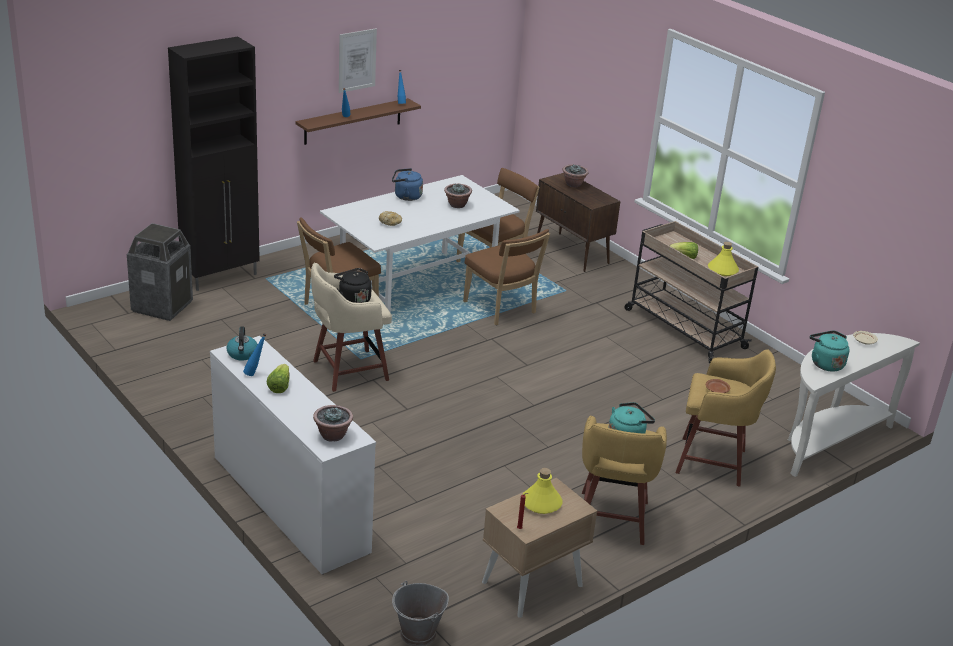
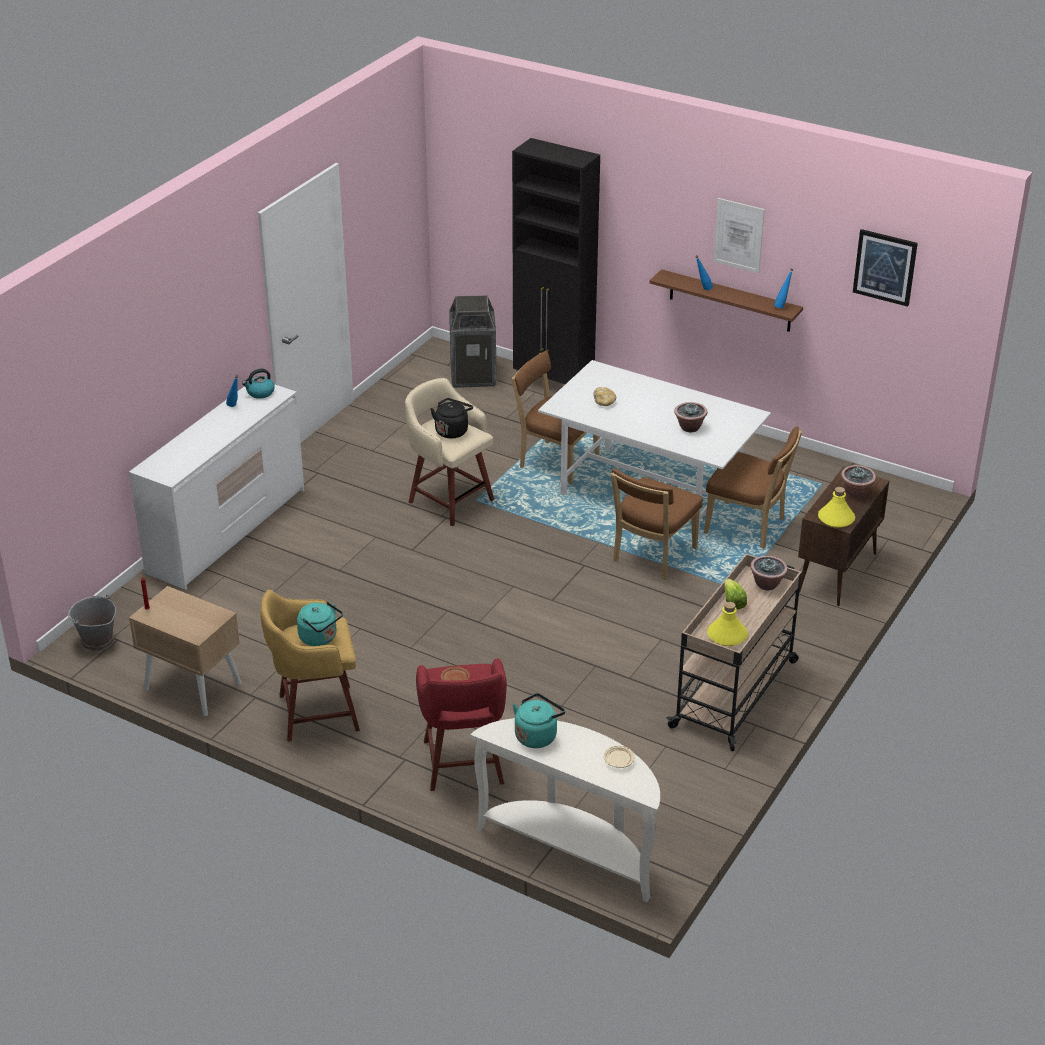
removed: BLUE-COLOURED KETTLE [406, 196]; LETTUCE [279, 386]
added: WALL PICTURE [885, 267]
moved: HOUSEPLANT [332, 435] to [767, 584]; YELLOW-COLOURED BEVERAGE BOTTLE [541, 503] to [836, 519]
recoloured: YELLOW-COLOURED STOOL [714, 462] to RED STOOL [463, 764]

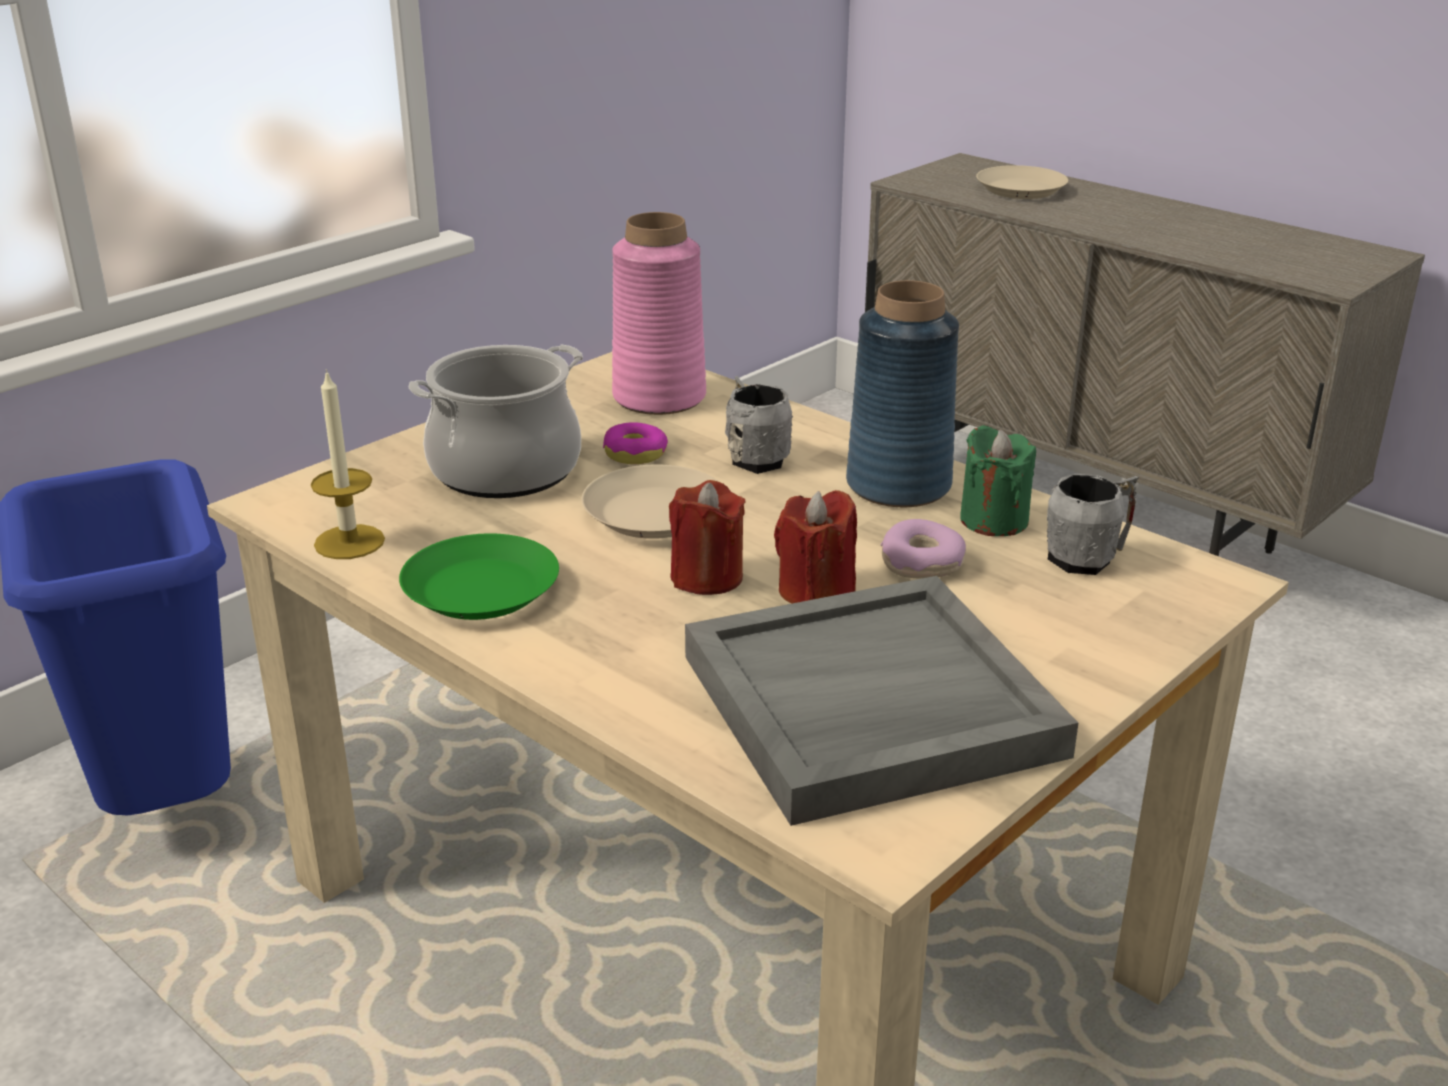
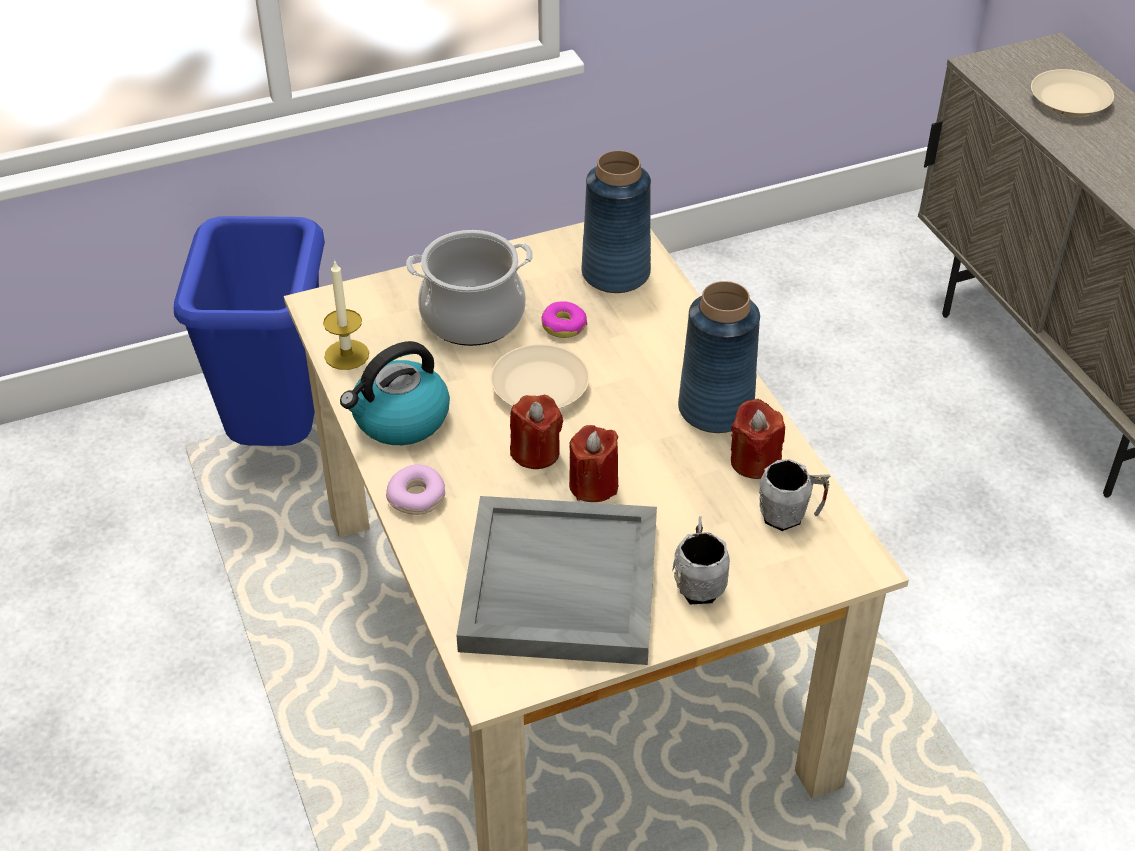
moved: GREY TEA MUG [754, 457] to [699, 582]; DOUGHNUT [922, 563] to [417, 497]
replaced: GREENISH FLAT DISH [483, 589] to KETTLE [400, 420]
recoloured: PINK-COLOURED FLOWER VASE [658, 397] to BLUE-COLOURED FLOWER VASE [615, 273]; GREENISH CANDLE [994, 520] to RED CANDLE [754, 461]

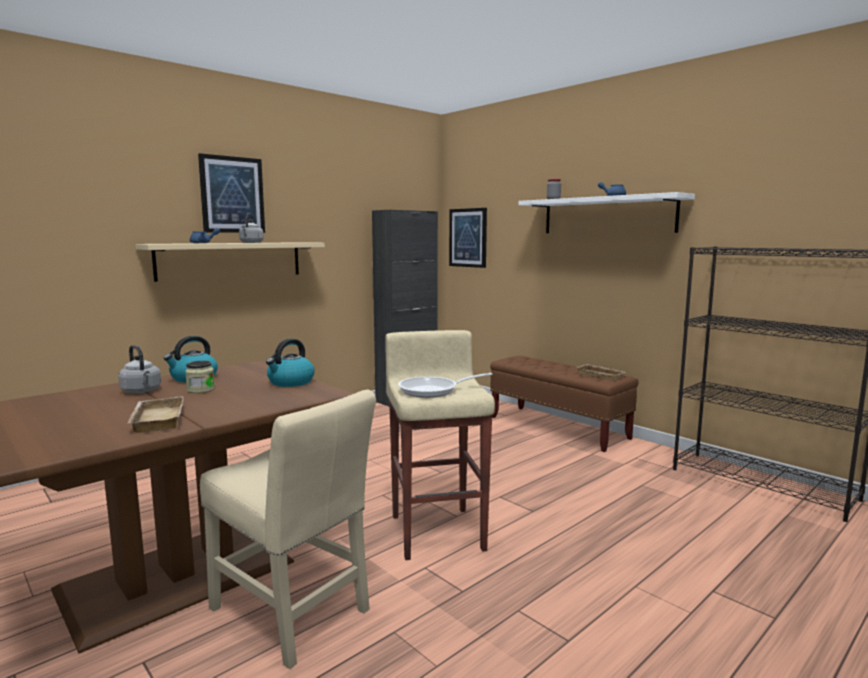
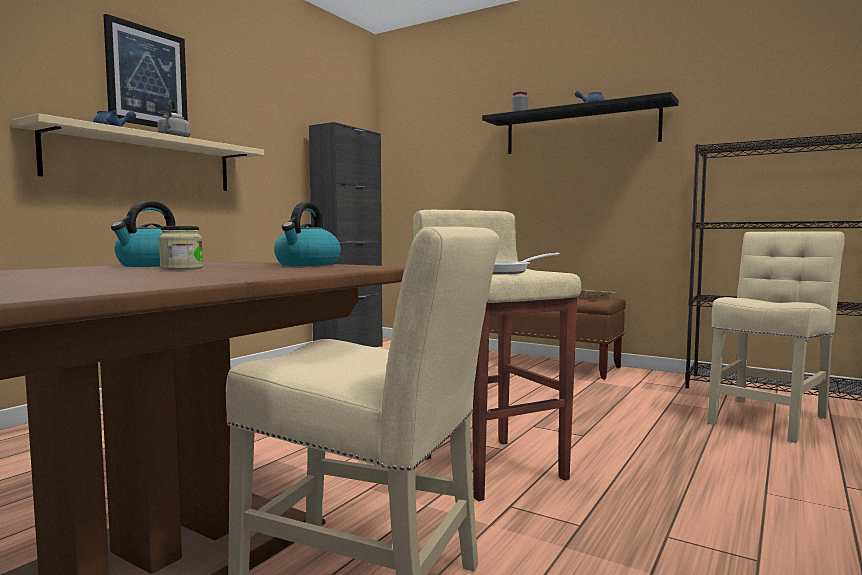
removed: WALL PICTURE [468, 237]; GREY KETTLE [142, 391]; SAND-COLOURED TRAY [155, 419]
added: SAND-COLOURED UPRIGHT CHAIR [768, 418]
recoloured: WHITISH BRACKET SHELF [607, 215] to BLACK-COLOURED BRACKET SHELF [580, 130]

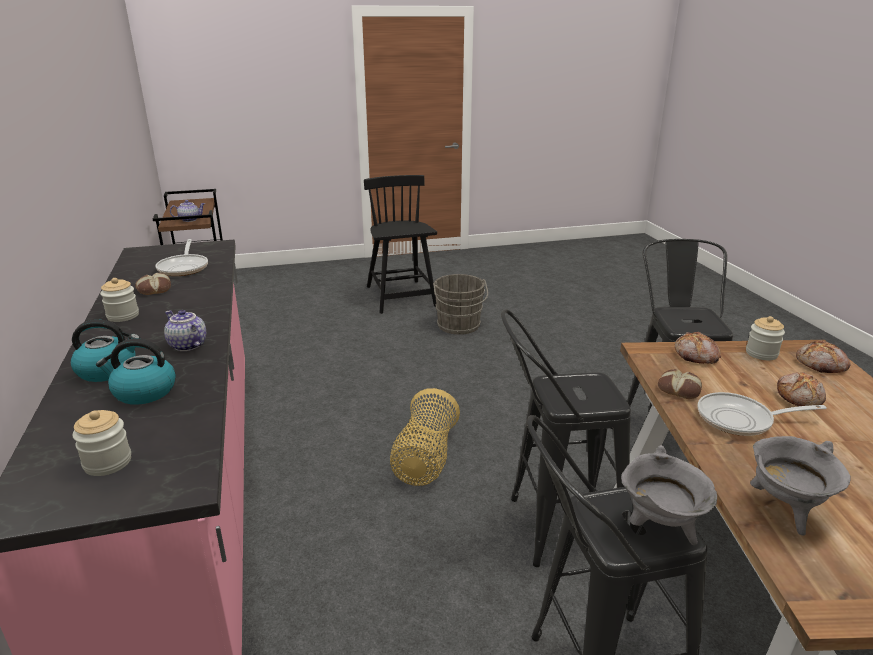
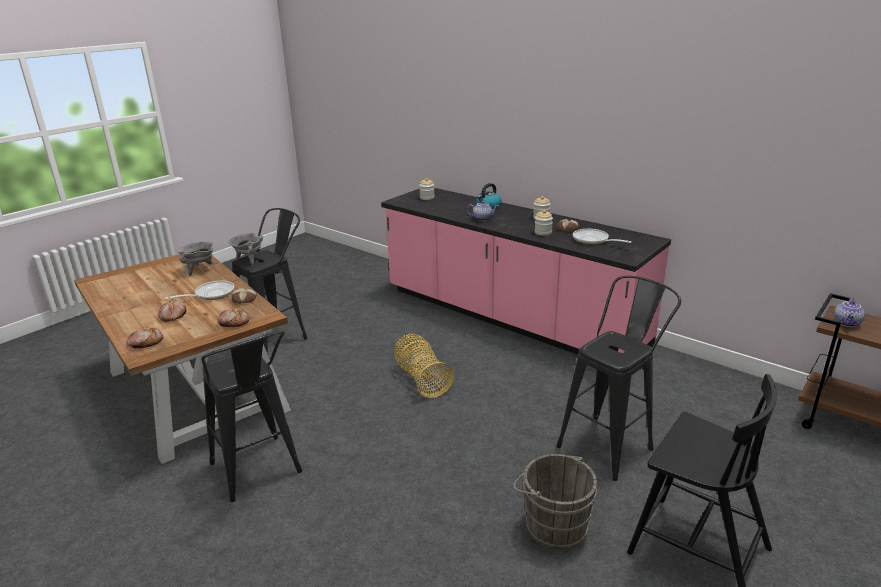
removed: KETTLE [143, 392]
moved: BLACK-COLOURED STOOL [551, 527] to [611, 444]; JAR [761, 353] to [543, 232]

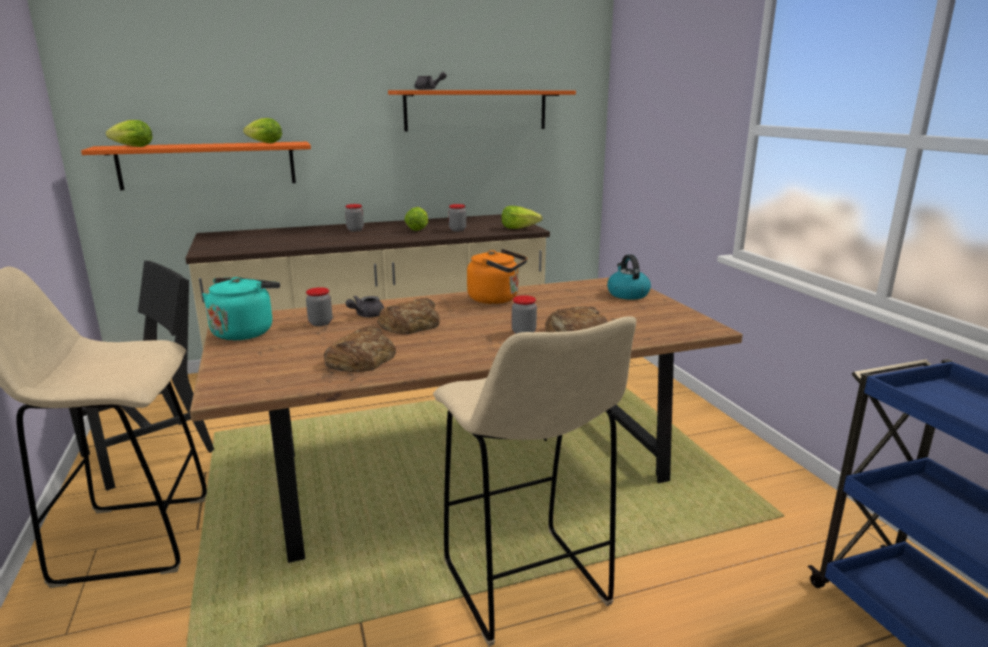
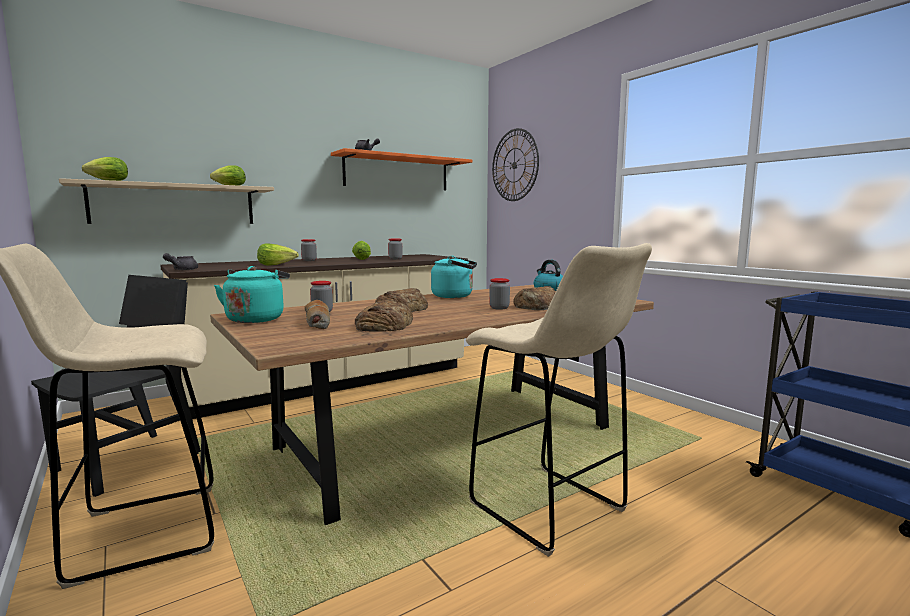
added: WALL CLOCK [514, 165]; BREAD [317, 322]
moved: LETTUCE [519, 228] to [276, 265]; GREY TEAPOT [366, 315] to [182, 270]
recoloured: ORANGE-COLOURED BRACKET SHELF [208, 165] to SAND-COLOURED BRACKET SHELF [175, 204]; ORANGE-COLOURED KETTLE [496, 299] to TURQUOISE KETTLE [455, 296]

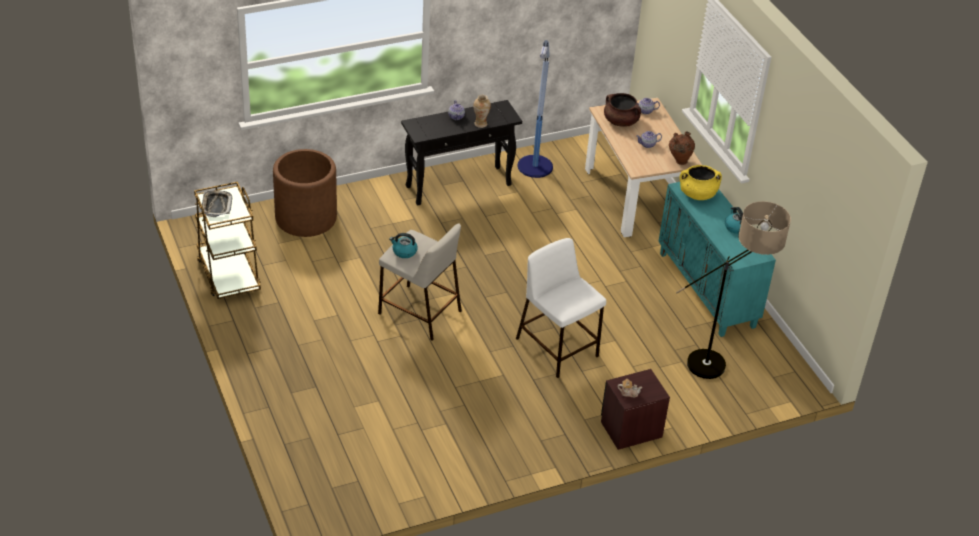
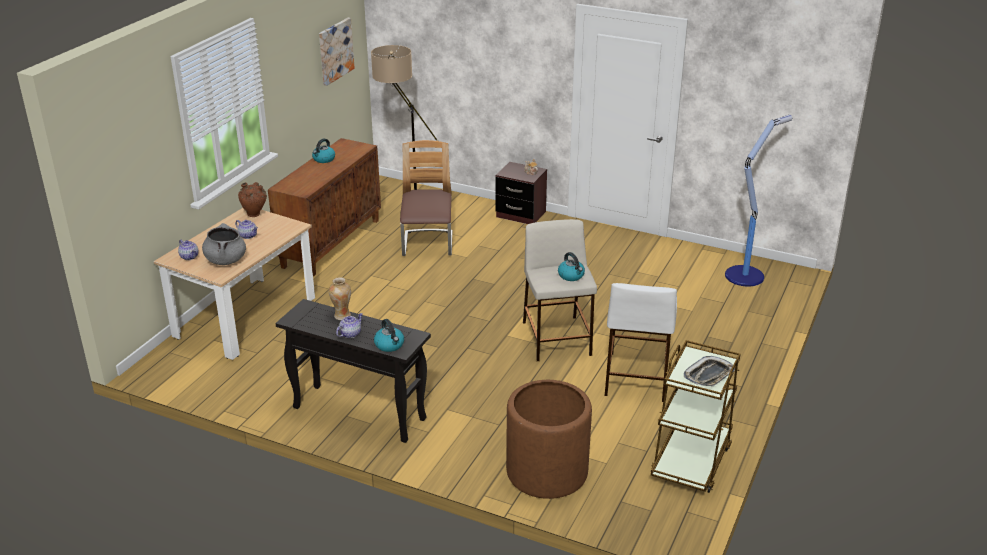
removed: YELLOW-COLOURED COOKING POT [697, 194]
added: WALL PICTURE [335, 51]; UPRIGHT CHAIR [427, 245]; KETTLE [389, 345]
moved: STANDING LAMP [535, 167] to [745, 275]; WHITISH STOOL [558, 348] to [636, 376]
recoloured: BROWN COOKING POT [621, 121] to GREY COOKING POT [225, 260]; TURQUOISE STORAGE CABINET [707, 290] to BROWN STORAGE CABINET [331, 243]

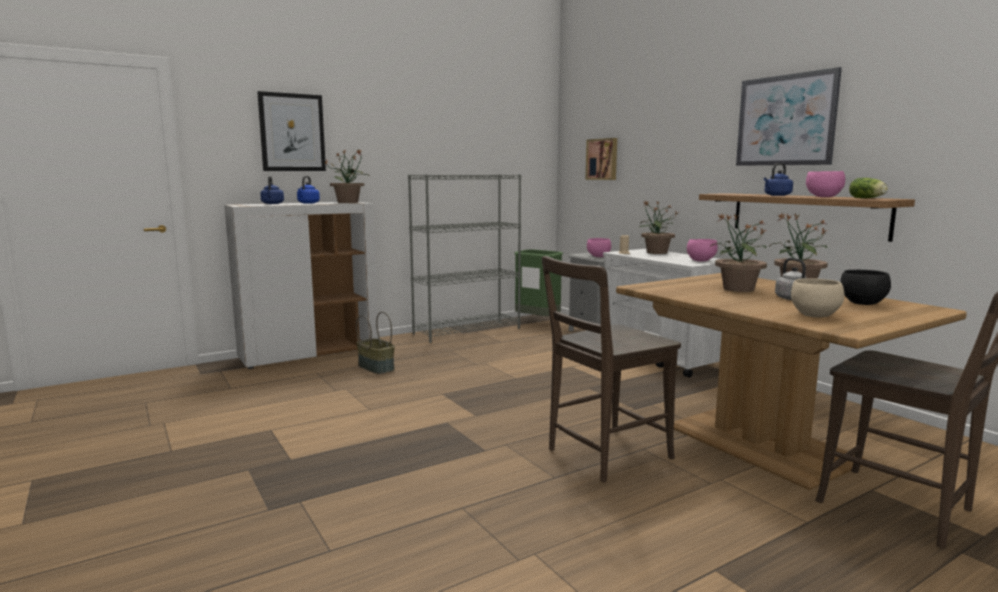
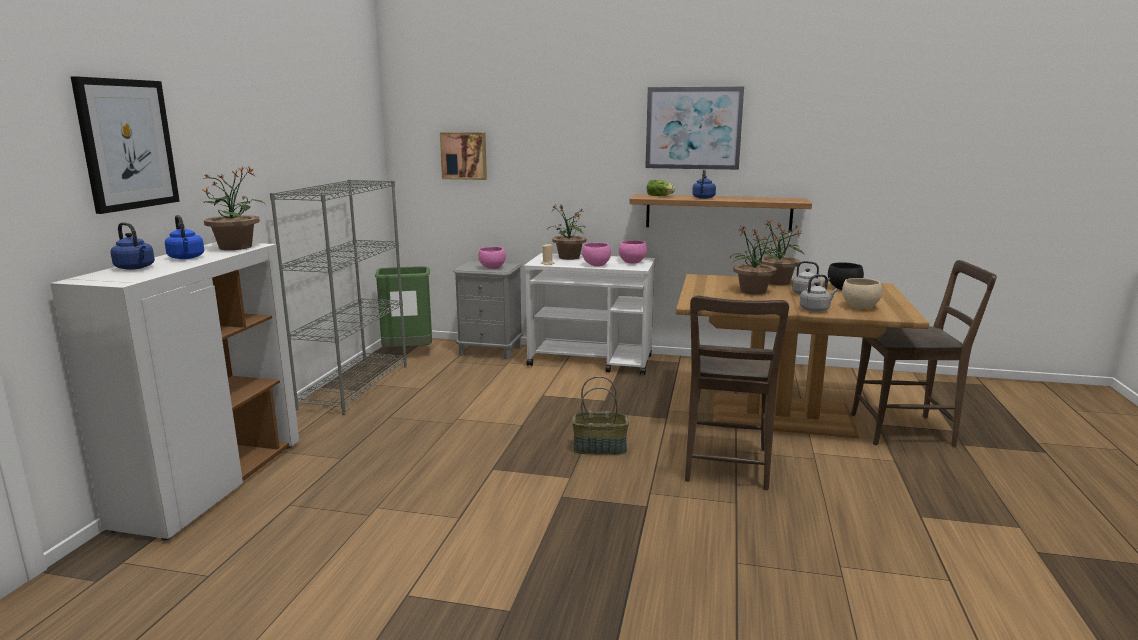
added: GREY KETTLE [816, 309]
moved: PINK-COLOURED BOWL [823, 197] to [596, 265]; LETTUCE [868, 198] to [660, 196]; STORAGE BASKET [377, 368] to [600, 447]

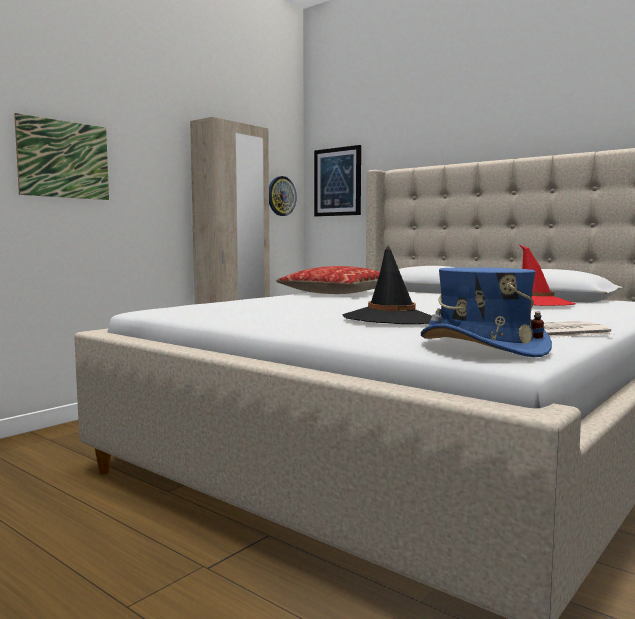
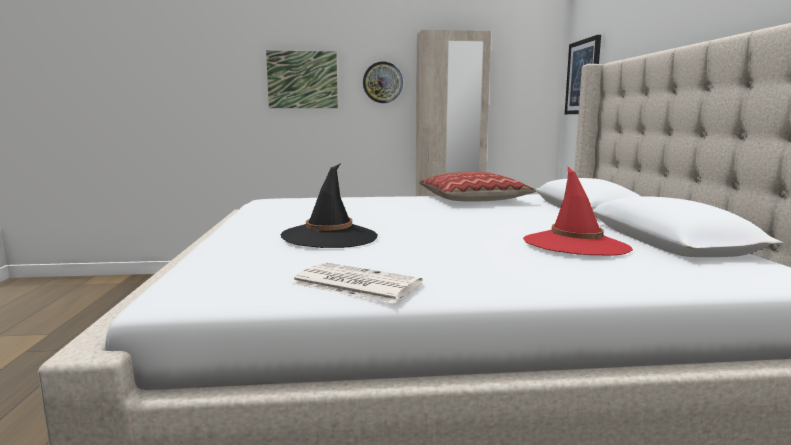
removed: BLUE-COLOURED CLOTHING HAT [482, 346]
moved: WALL CLOCK [281, 196] to [382, 82]

